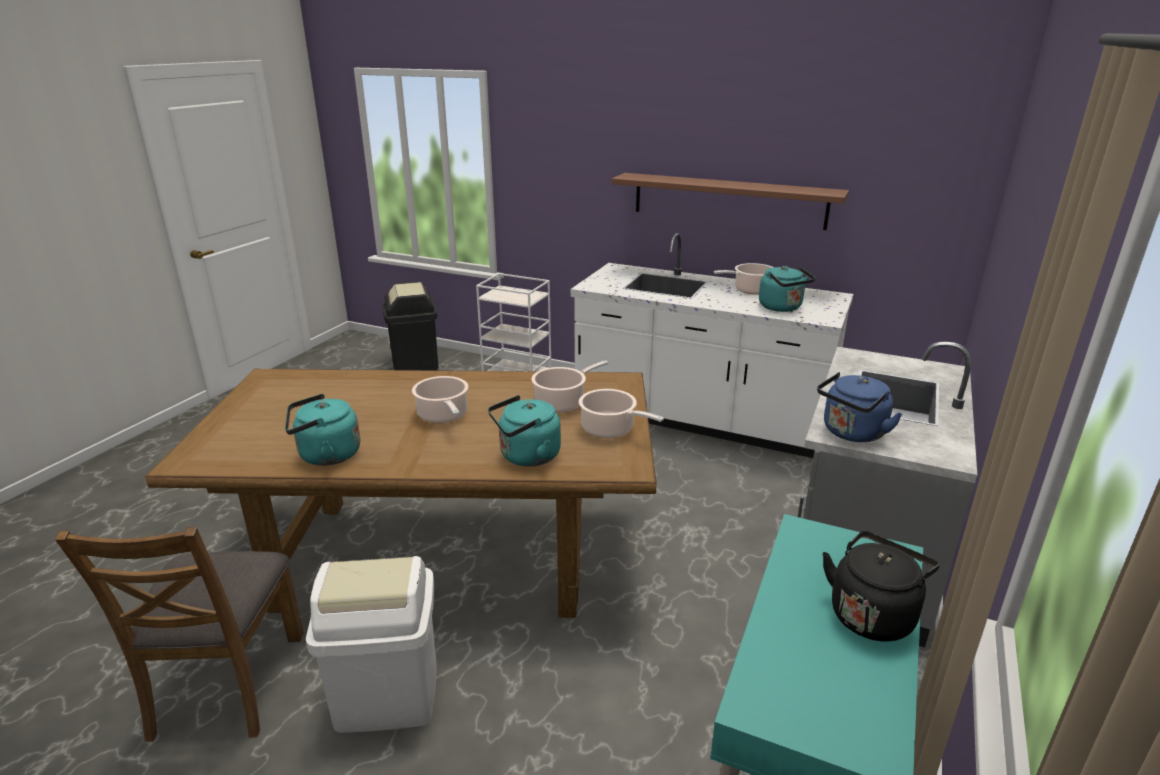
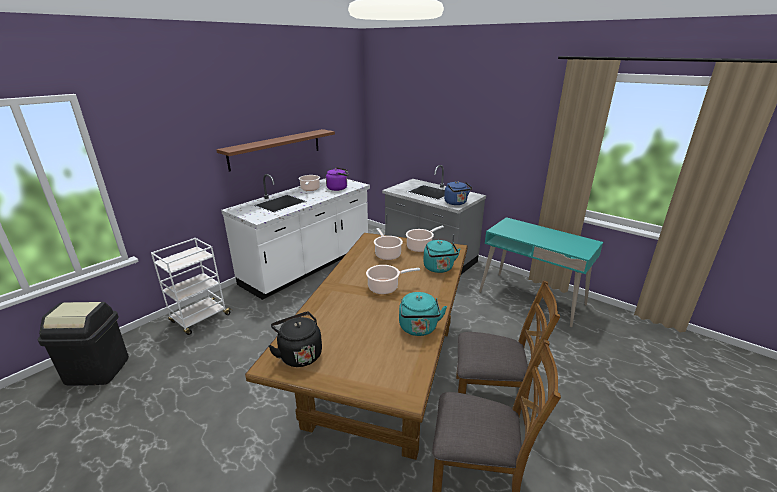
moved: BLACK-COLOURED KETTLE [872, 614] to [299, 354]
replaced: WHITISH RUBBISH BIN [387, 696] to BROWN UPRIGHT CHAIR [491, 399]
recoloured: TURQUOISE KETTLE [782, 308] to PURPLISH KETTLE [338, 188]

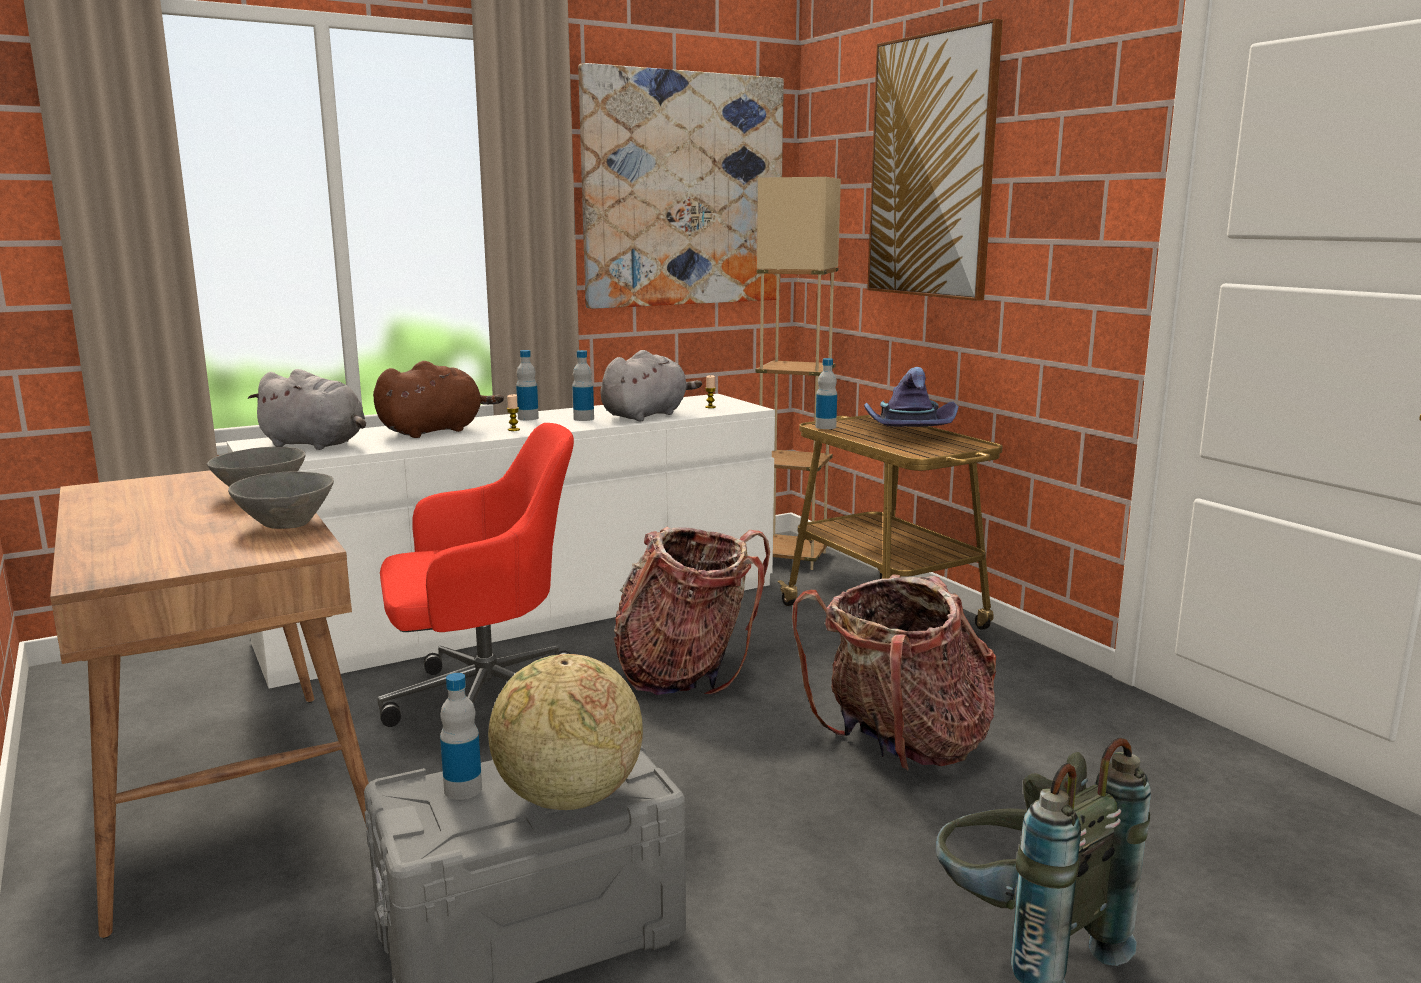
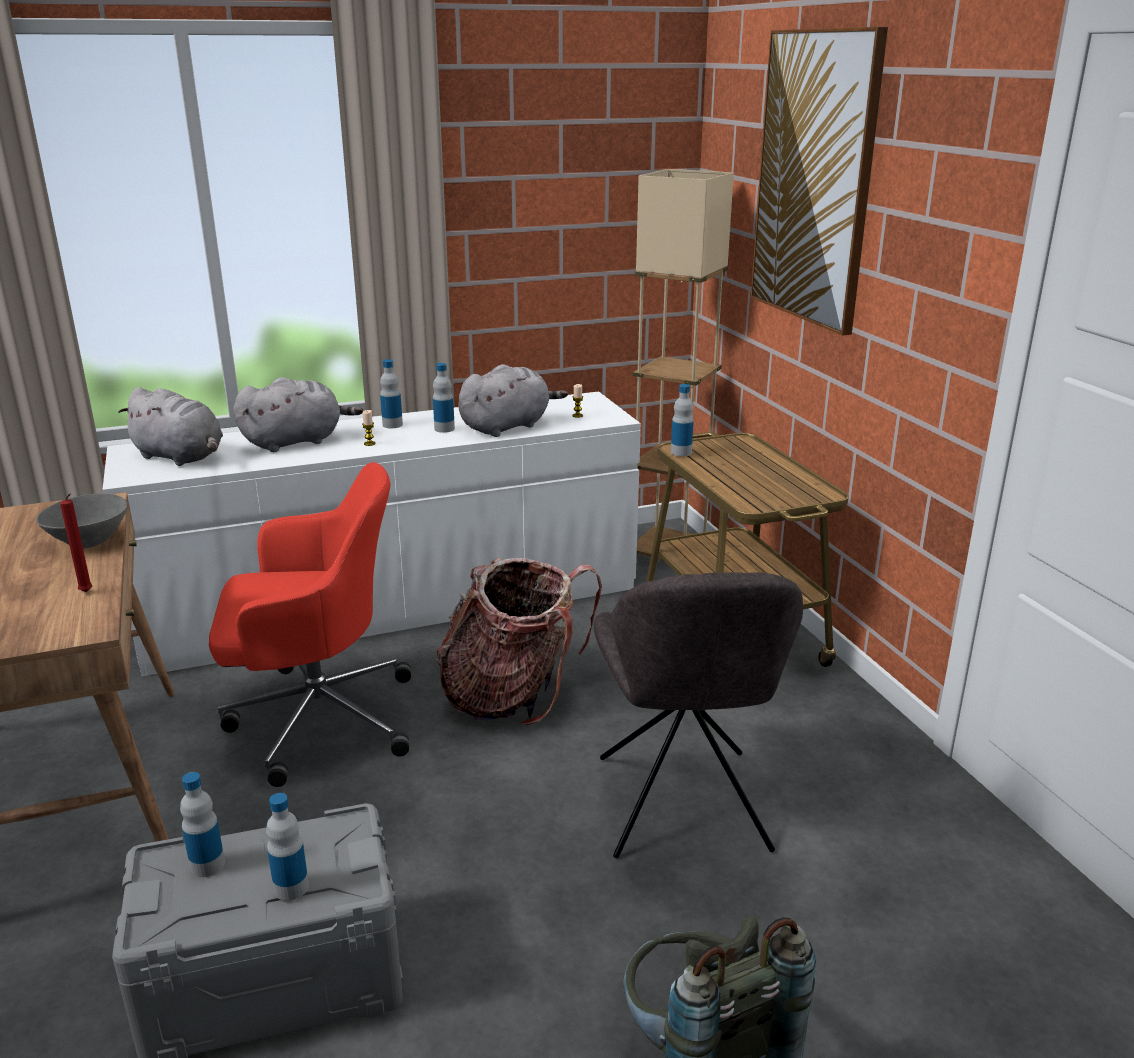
removed: WALL PICTURE [684, 190]; PURPLISH CLOTHING HAT [907, 432]
replaced: GREY BOWL [286, 524] to RED CANDLE [87, 592]; RUCKSACK [900, 746] to GREY UPRIGHT CHAIR [682, 808]; DESK GLOBE [567, 798] to BEVERAGE BOTTLE [291, 887]
recoloured: BROWN PLUSH TOY [435, 431] to GREY PLUSH TOY [296, 441]

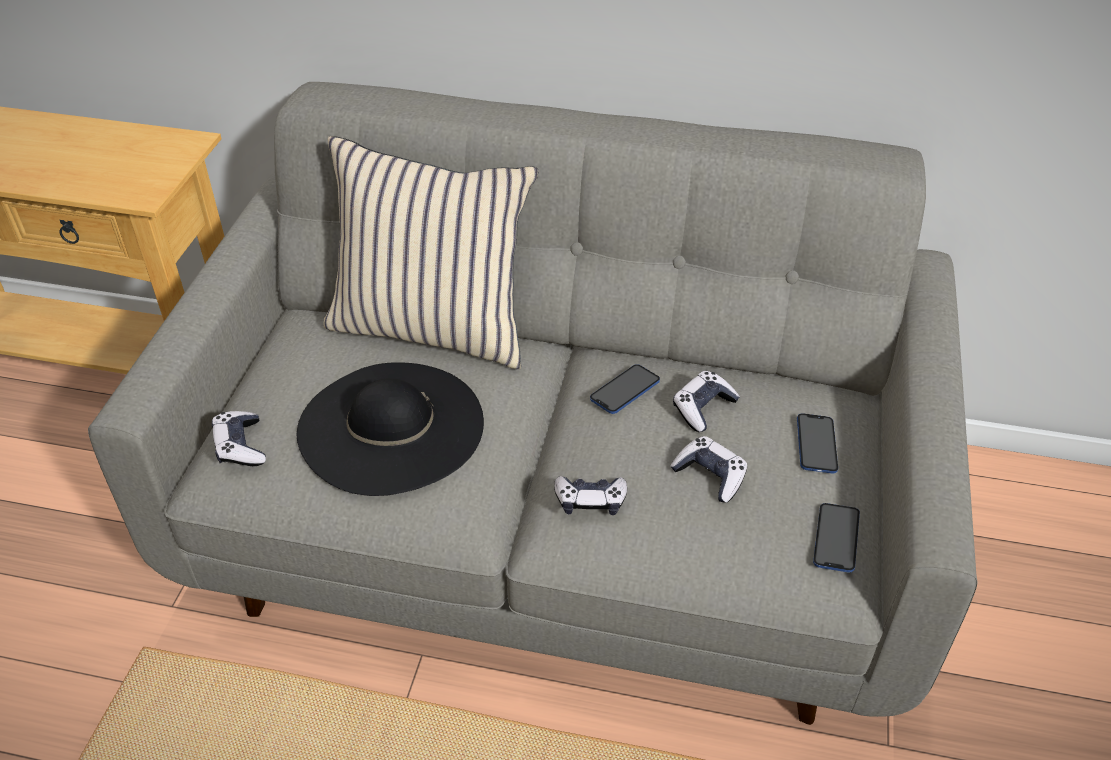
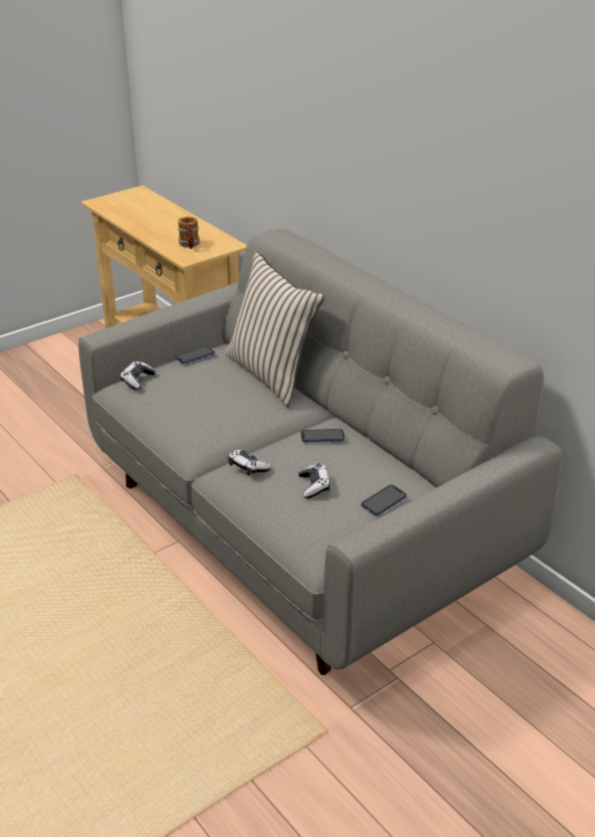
removed: BLACK-COLOURED CLOTHING HAT [391, 427]; GAMEPAD [703, 408]
added: TEA MUG [189, 245]
moved: HANDSET [836, 539] to [195, 356]

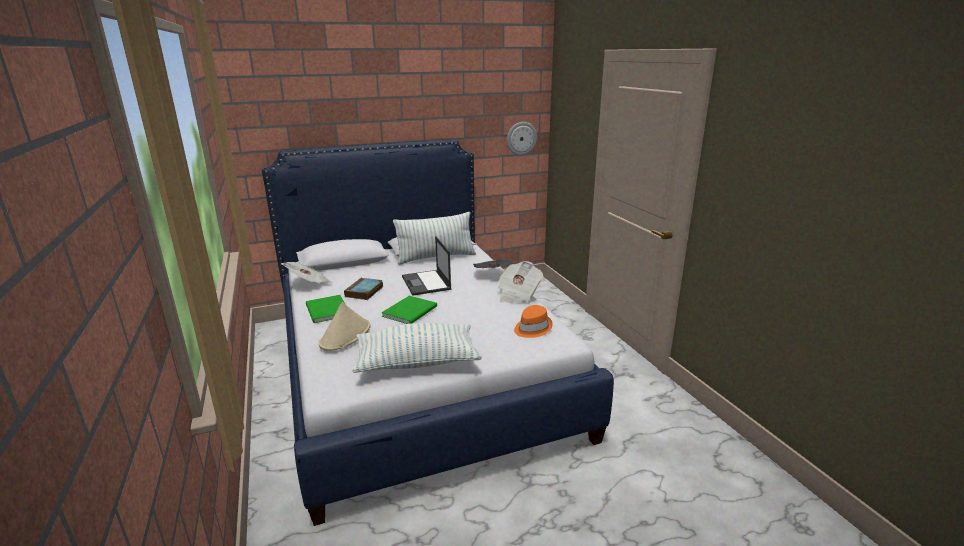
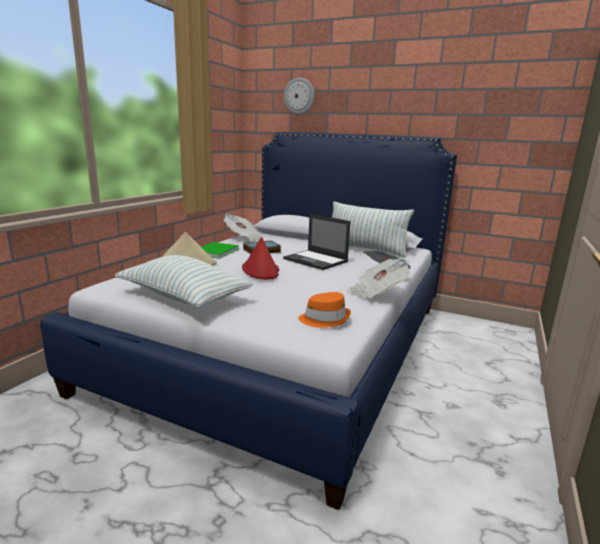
moved: WALL CLOCK [521, 138] to [299, 96]
replaced: GREENISH BOOK [412, 311] to RED CLOTHING HAT [260, 270]
turned: LAPTOP [426, 283] = [316, 260] 75 degrees counterclockwise

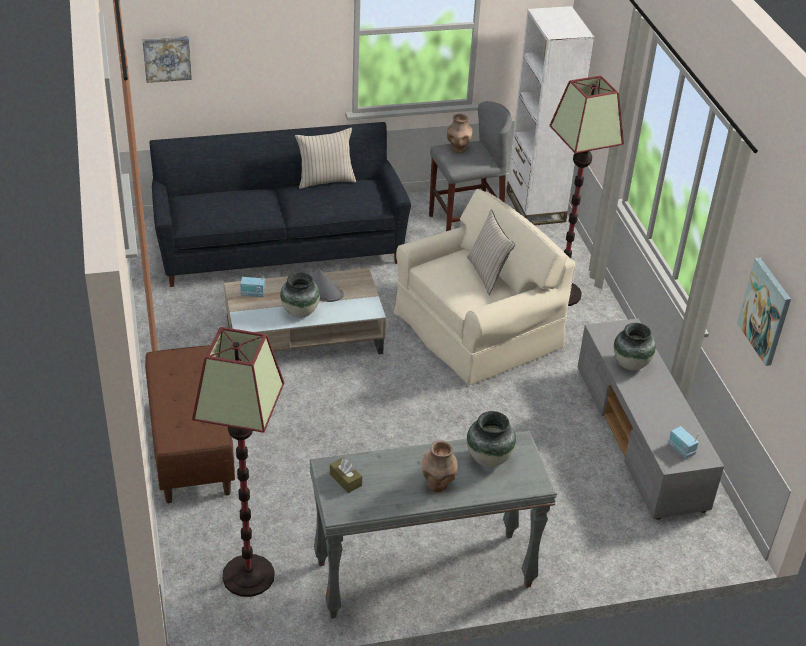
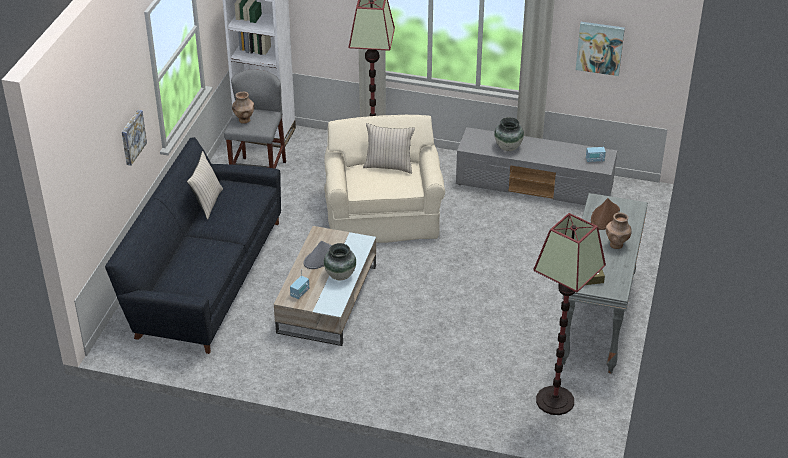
removed: BROWN INDOOR BENCH [191, 447]
moved: WALL PICTURE [167, 58] to [132, 137]
replaced: FLOWER VASE [488, 459] to BROWN CLOTHING HAT [605, 217]

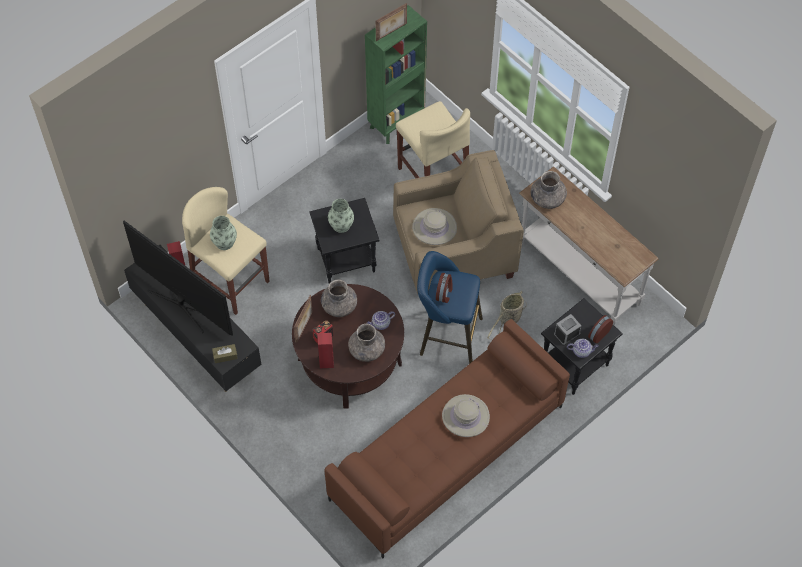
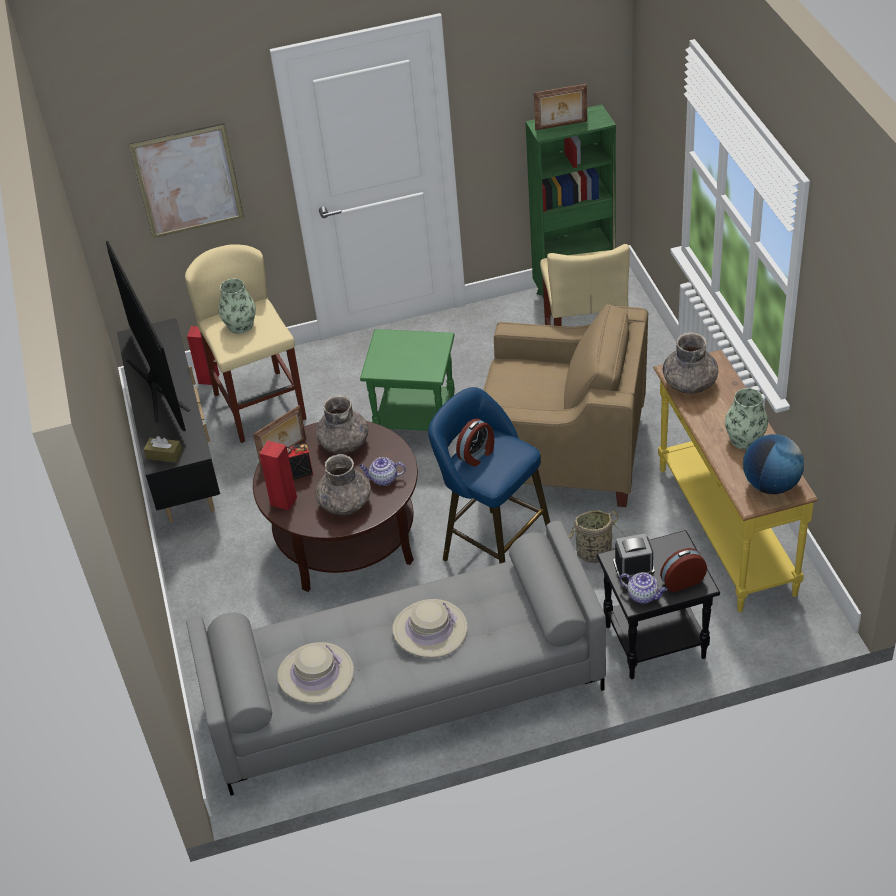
added: WALL PICTURE [187, 181]; DESK GLOBE [771, 485]
moved: FLOWER VASE [341, 225] to [744, 439]; SAND-COLOURED CLOTHING HAT [434, 227] to [315, 674]
recoloured: WHITISH CONSOLE TABLE [578, 274] to YELLOW-COLOURED CONSOLE TABLE [723, 531]; BLACK-COLOURED END TABLE [346, 259] to GREENISH END TABLE [417, 423]; BROWN COUCH [447, 454] to GREY COUCH [403, 693]

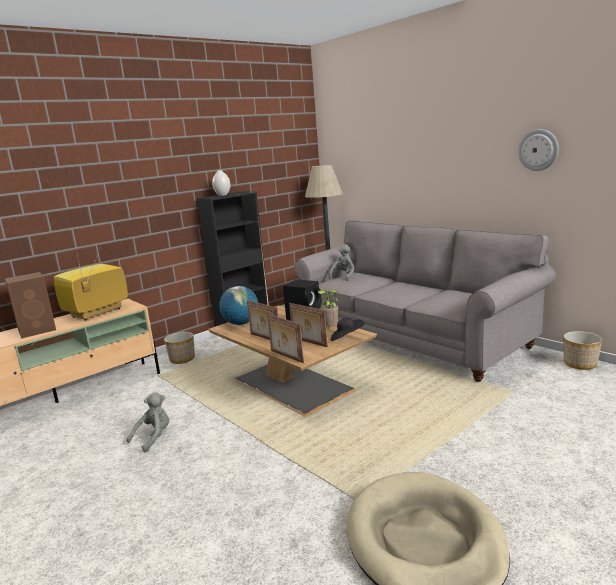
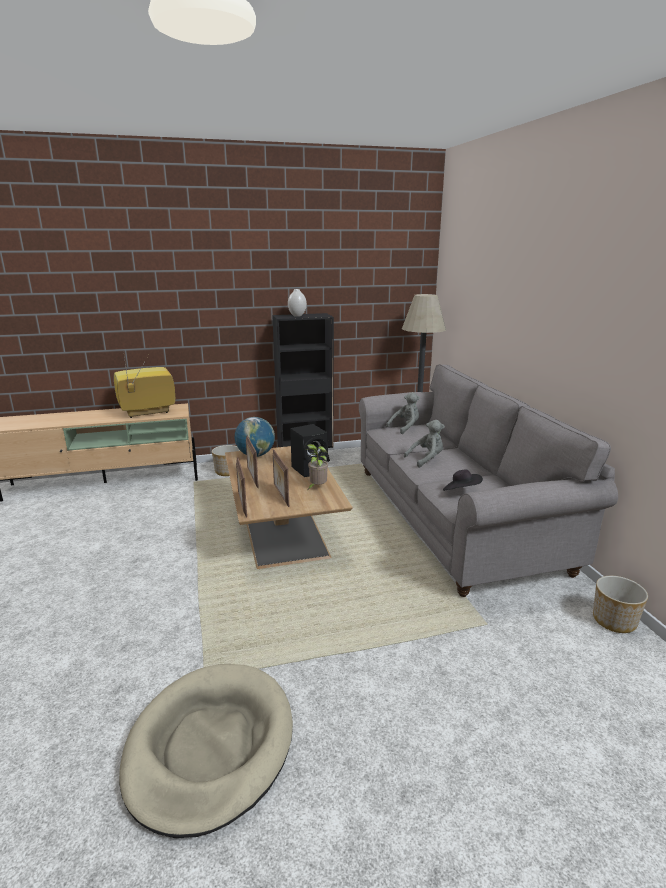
removed: WALL CLOCK [538, 150]; BROWN SPEAKER [38, 330]
moved: BLACK-COLOURED CLOTHING HAT [346, 338] to [461, 492]; GREY PLUSH TOY [154, 438] to [426, 459]

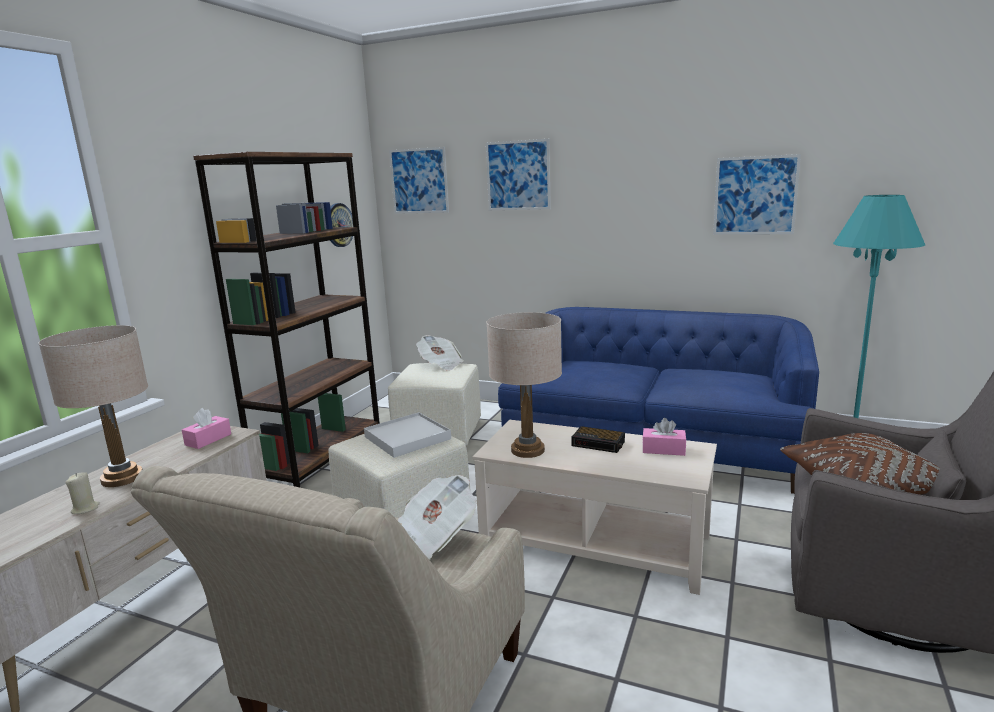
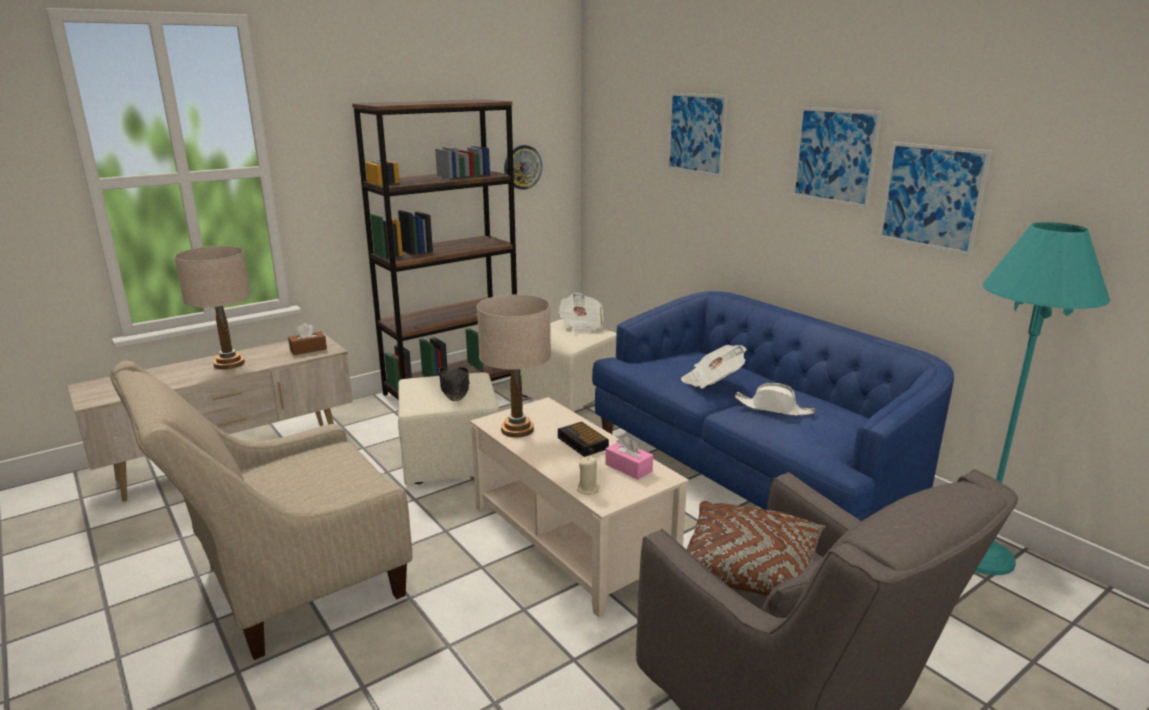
added: WHITISH CLOTHING HAT [774, 408]
moved: WALL PICTURE [419, 181] to [834, 156]; SAND-COLOURED CANDLE [85, 509] to [588, 489]; NEWSPAPER [432, 539] to [712, 381]
replaced: WHITISH TRAY [407, 438] to BLACK-COLOURED CLOTHING HAT [454, 389]
recoloured: PINK-COLOURED TISSUE HOLDER [208, 439] to BROWN TISSUE HOLDER [308, 349]

